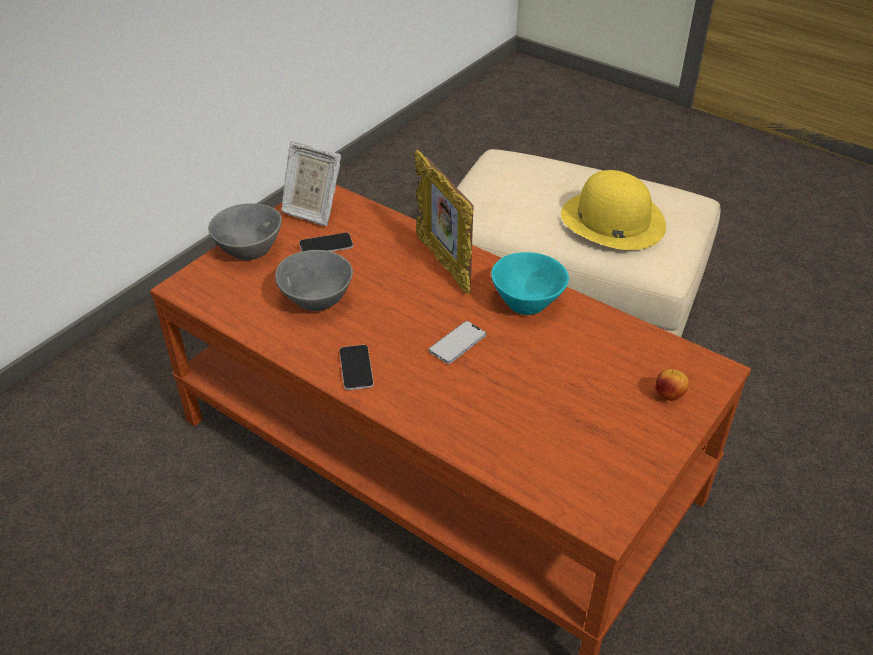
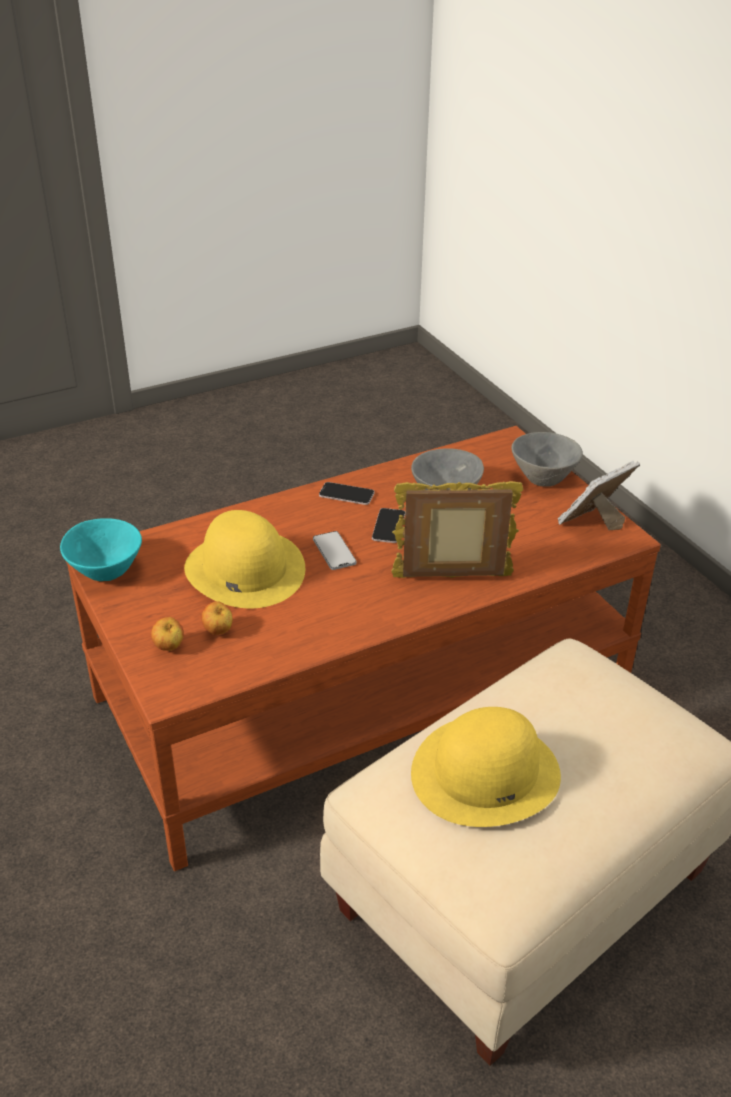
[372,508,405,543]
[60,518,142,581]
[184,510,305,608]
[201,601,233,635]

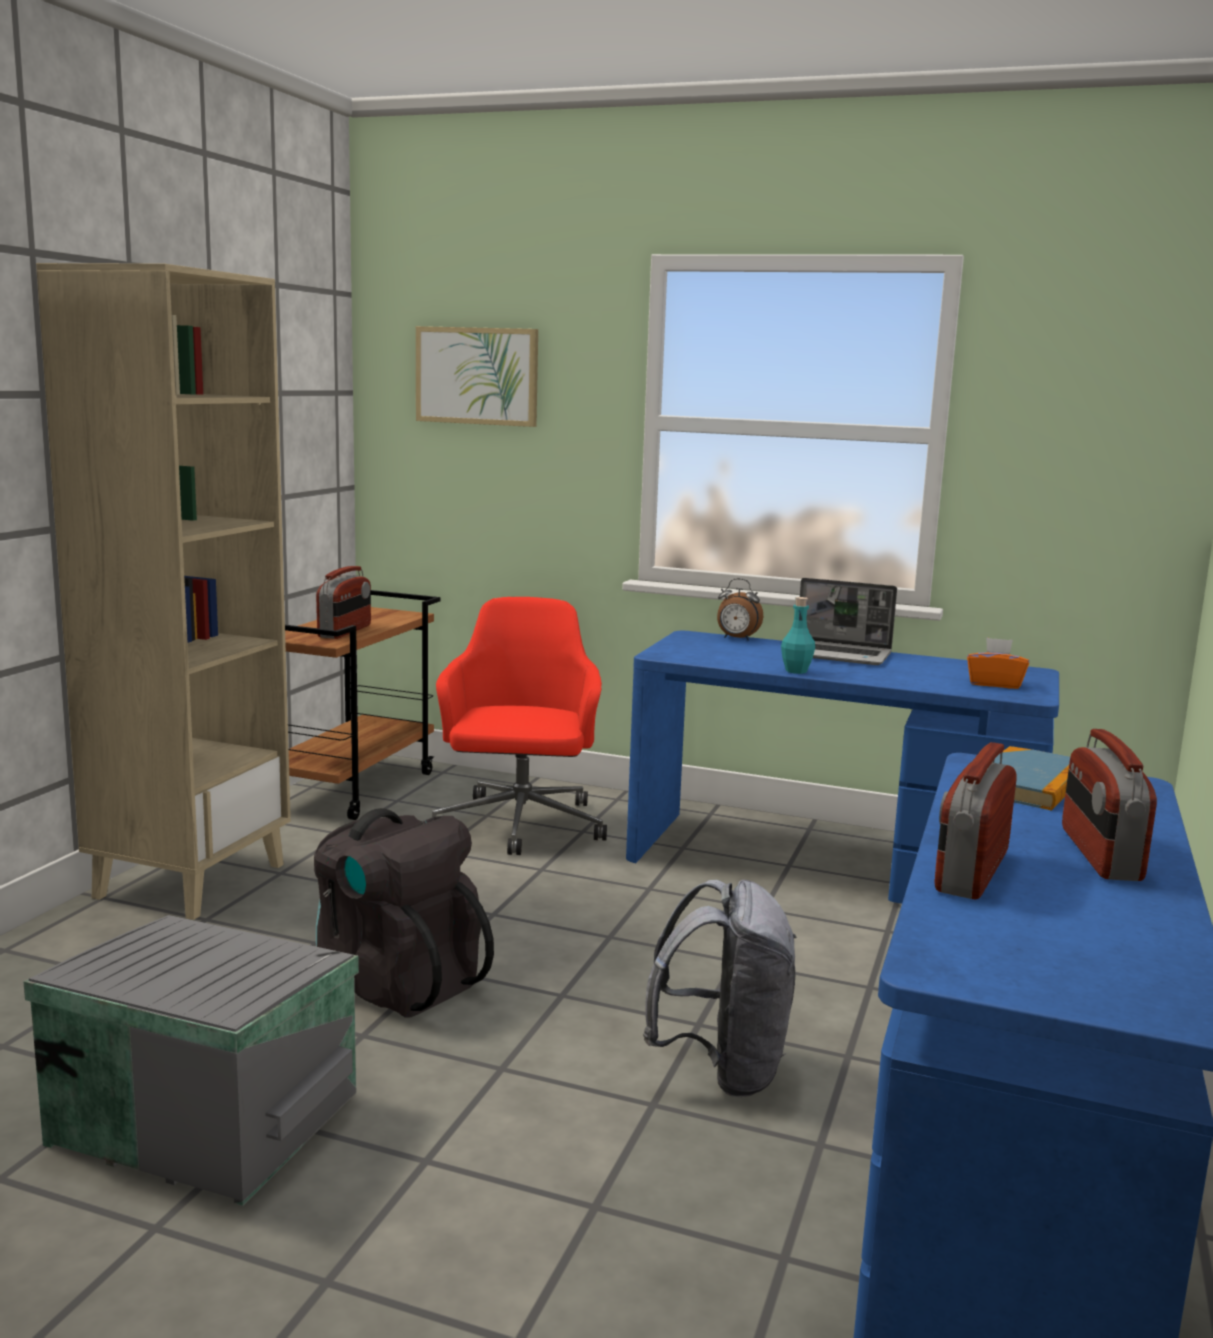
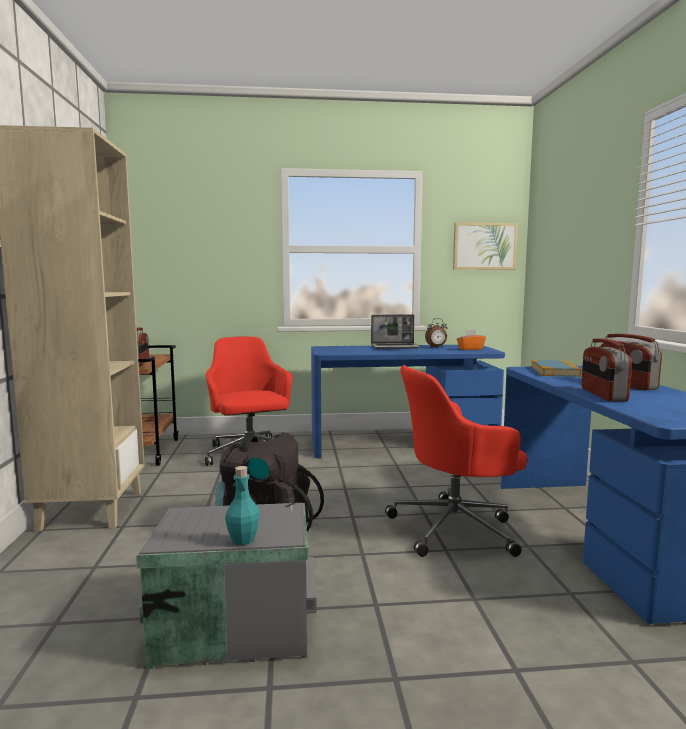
[453,223,518,270]
[385,365,527,557]
[425,318,447,348]
[225,466,260,545]

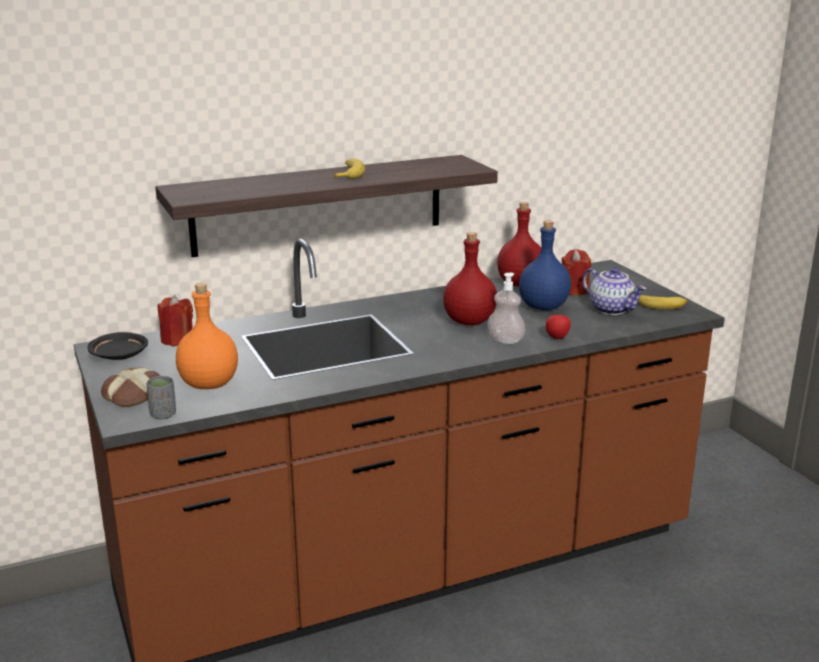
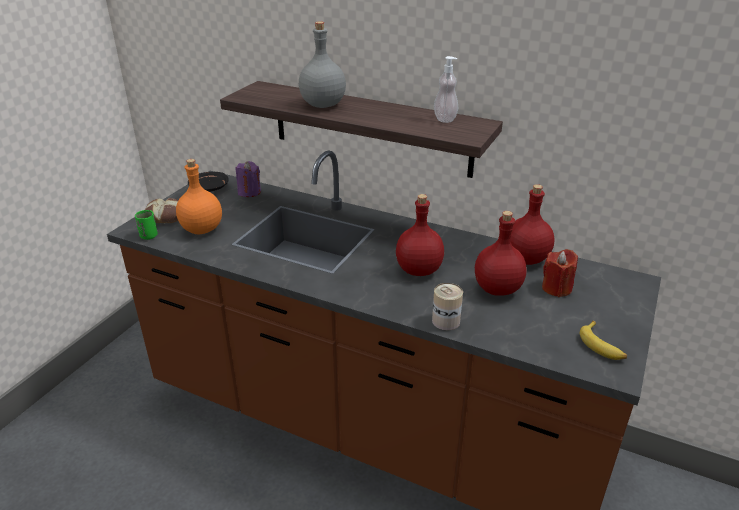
[135,210,158,240]
[235,161,261,197]
[334,158,365,179] (first image)
[434,56,458,123]
[475,211,526,296]
[432,283,463,330]
[582,267,646,315] (first image)
[299,21,346,108]

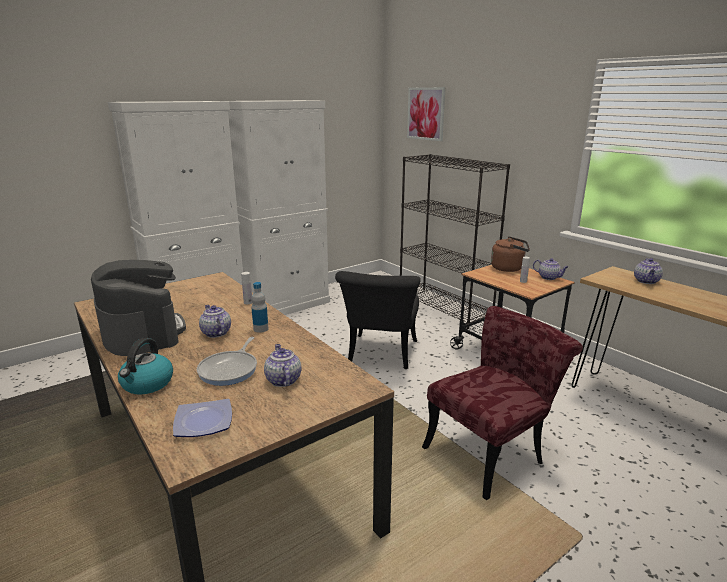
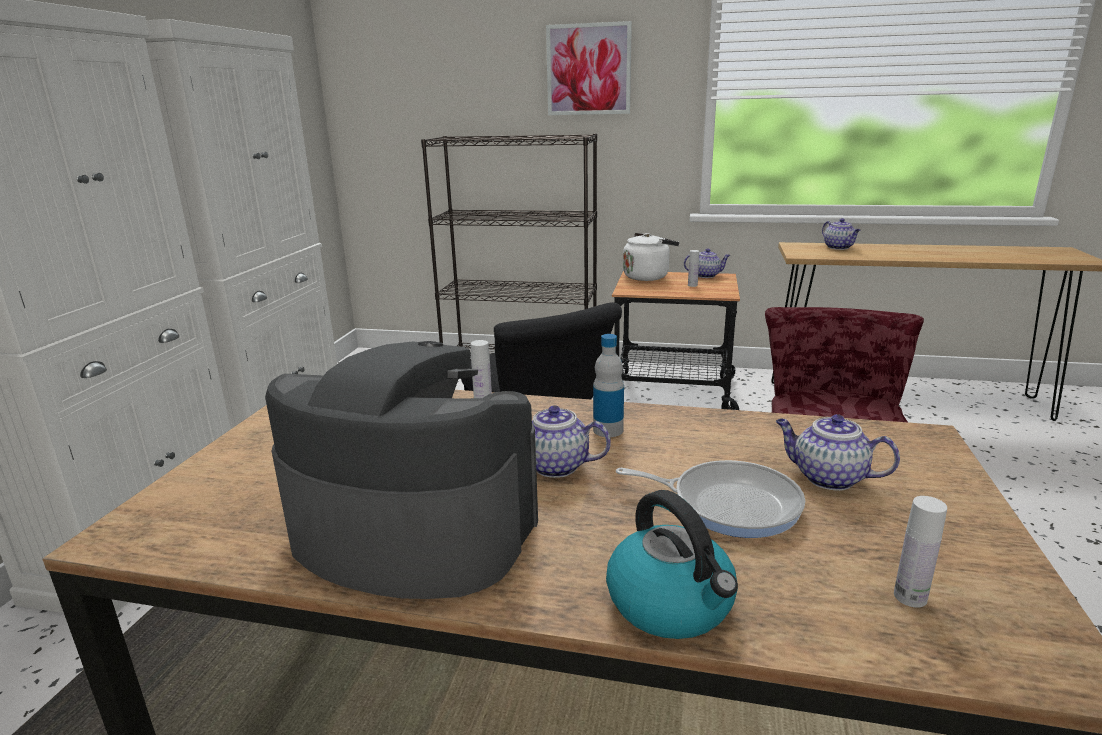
[894,496,947,608]
[616,460,805,538]
[546,21,632,115]
[623,233,679,281]

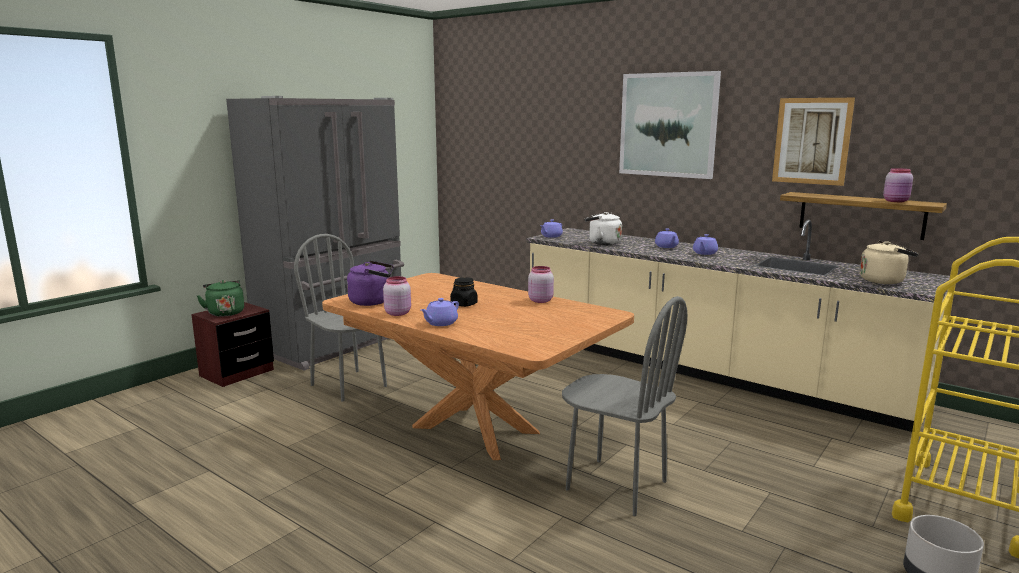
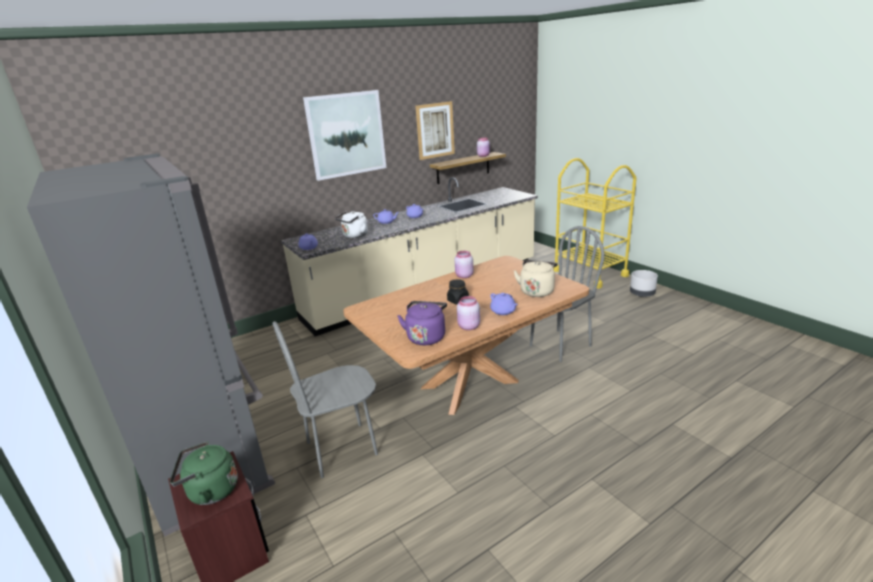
[514,260,558,297]

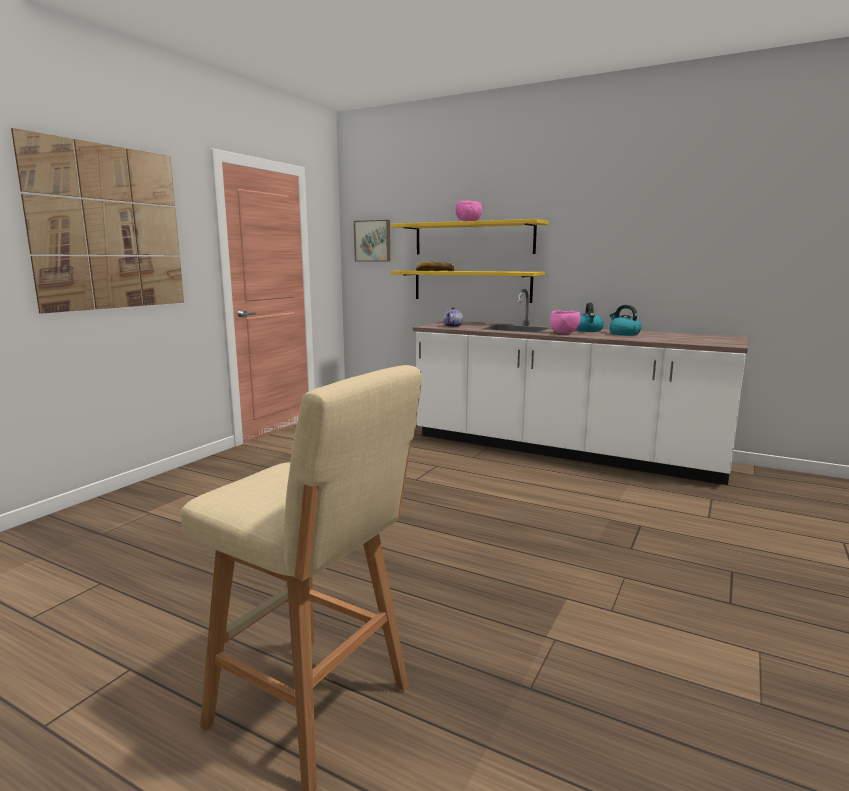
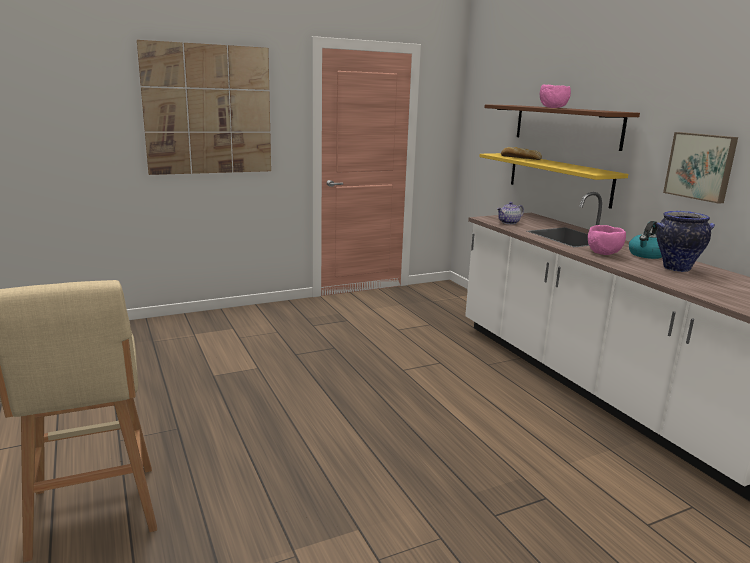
[663,132,738,204]
[484,104,640,151]
[655,211,715,272]

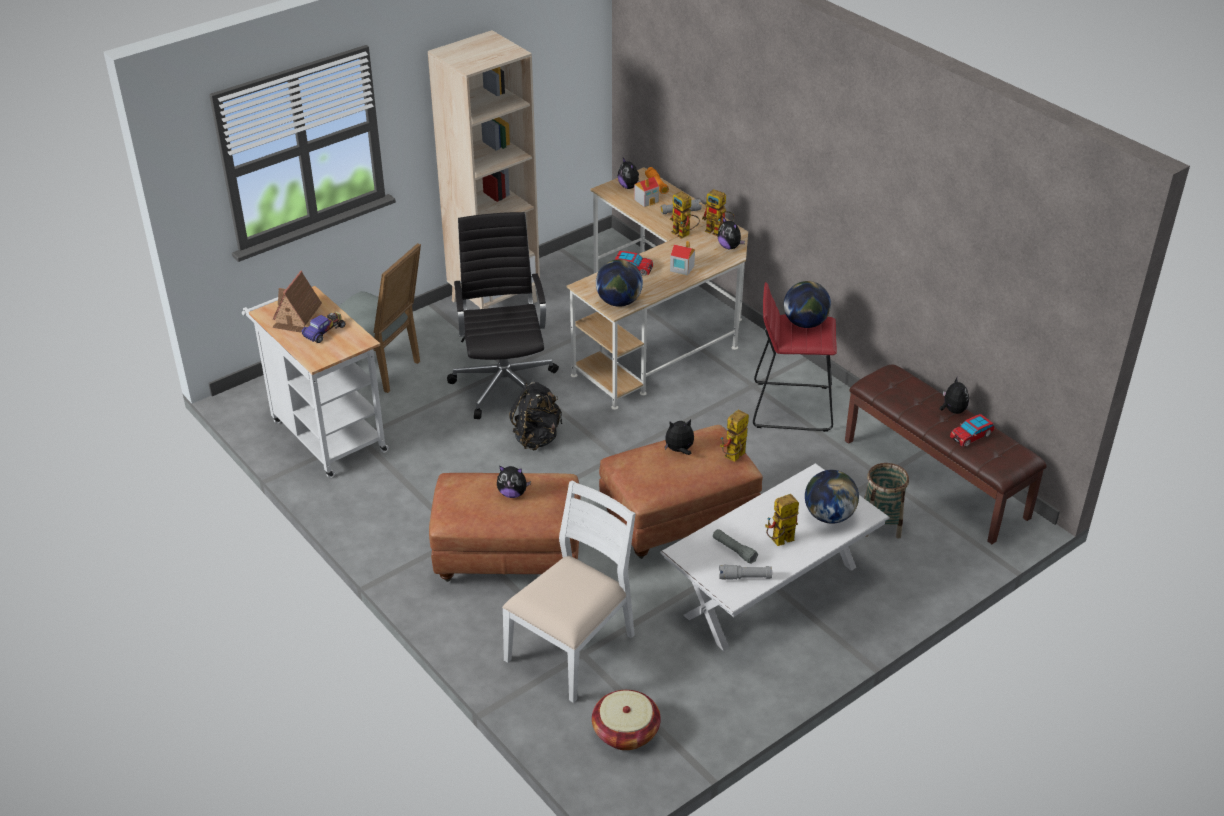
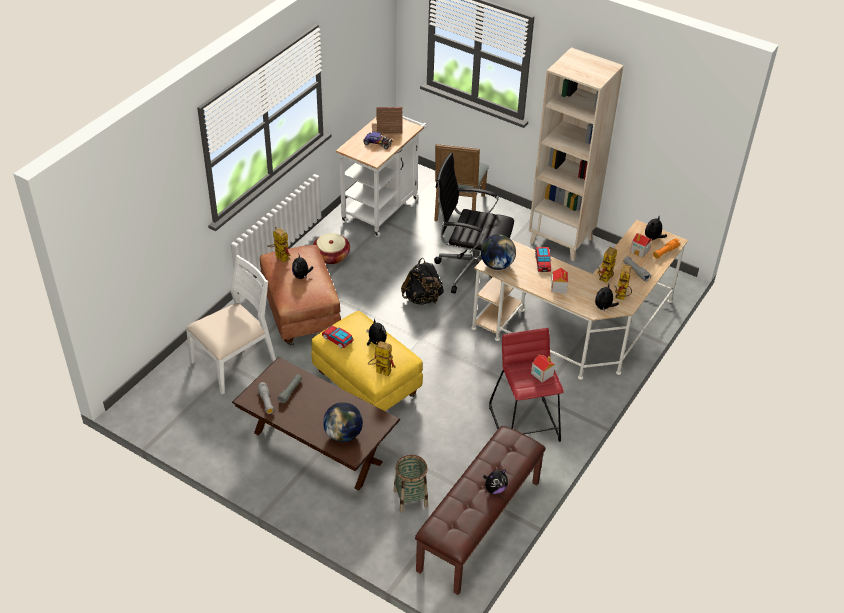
[434,152,514,293]
[186,255,276,394]
[313,233,350,264]
[311,311,423,411]
[232,357,400,491]
[267,227,291,263]
[531,355,555,383]
[322,325,354,348]

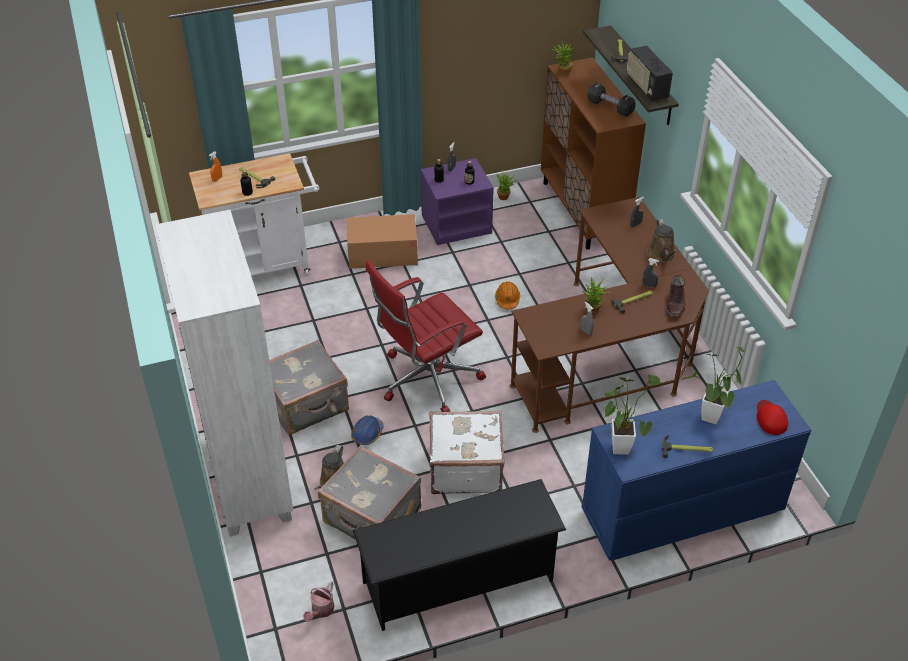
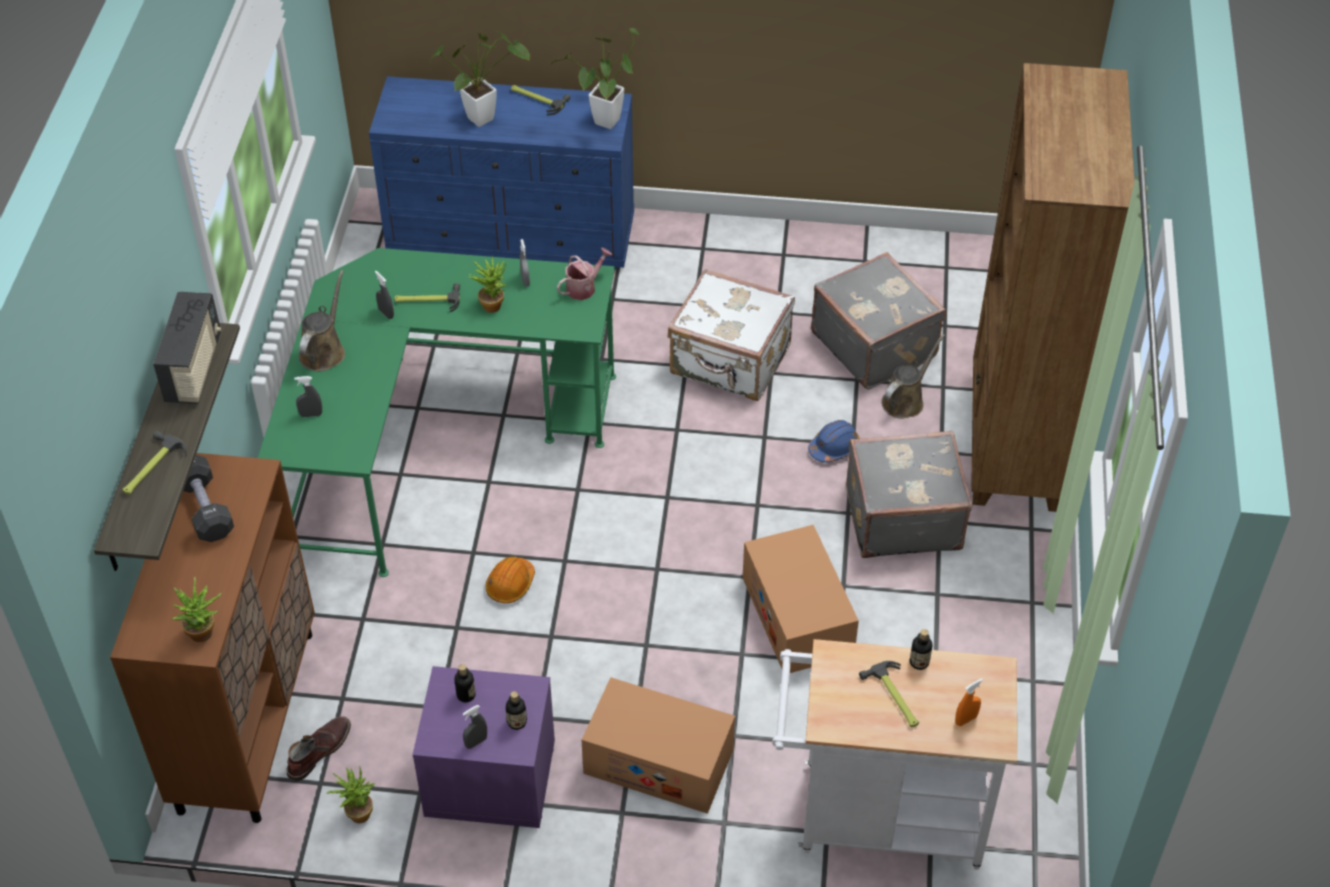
[971,63,1135,512]
[557,248,613,300]
[353,479,566,631] (first image)
[366,260,486,412] (first image)
[258,248,616,577]
[286,716,351,781]
[757,400,788,435] (first image)
[743,525,859,673]

